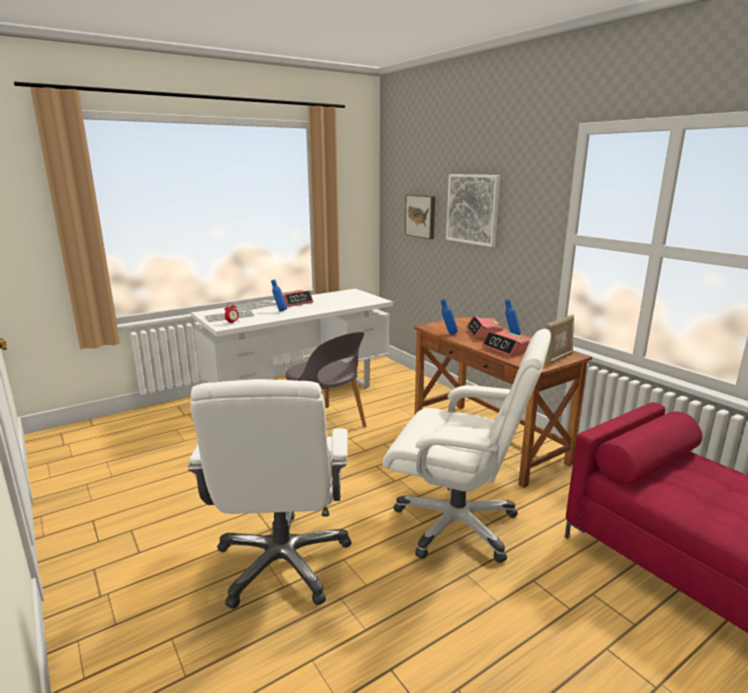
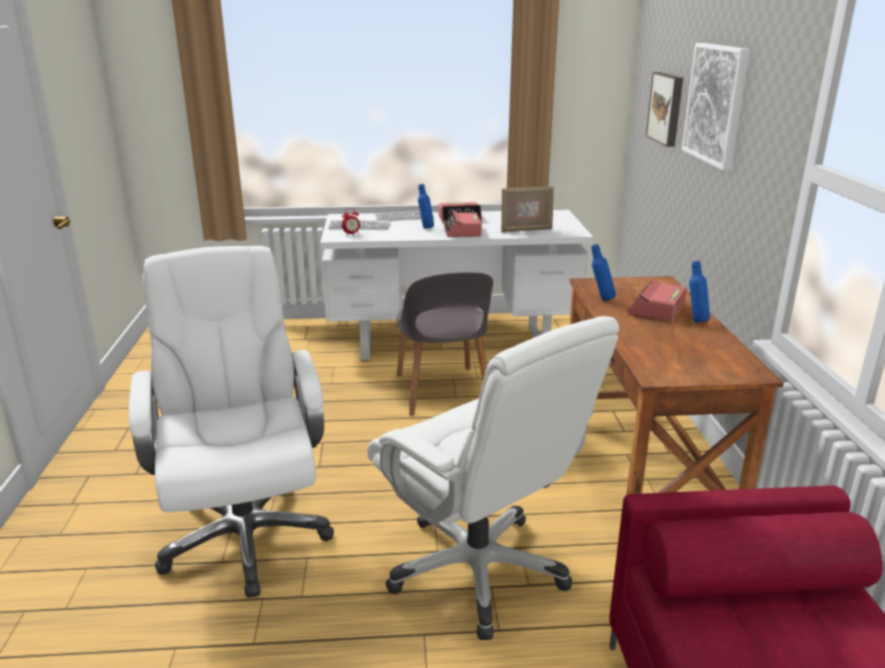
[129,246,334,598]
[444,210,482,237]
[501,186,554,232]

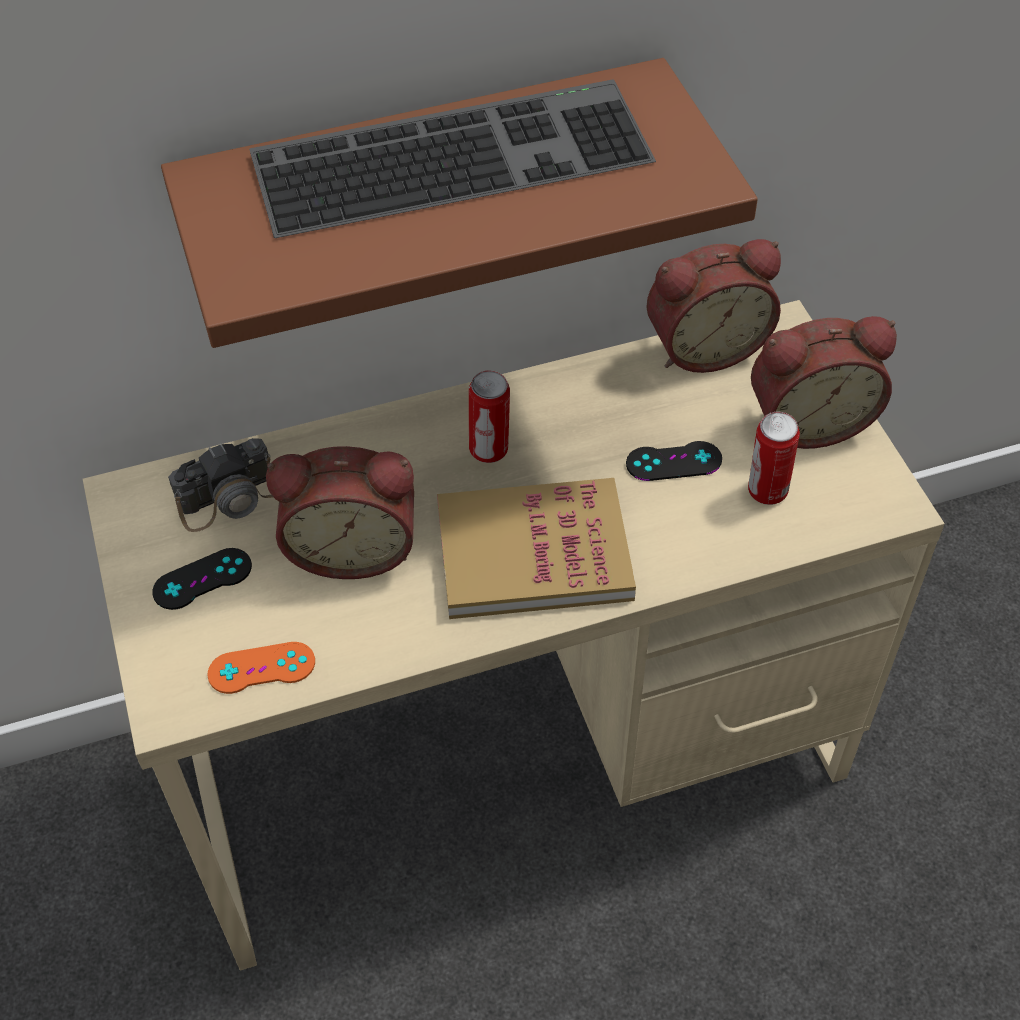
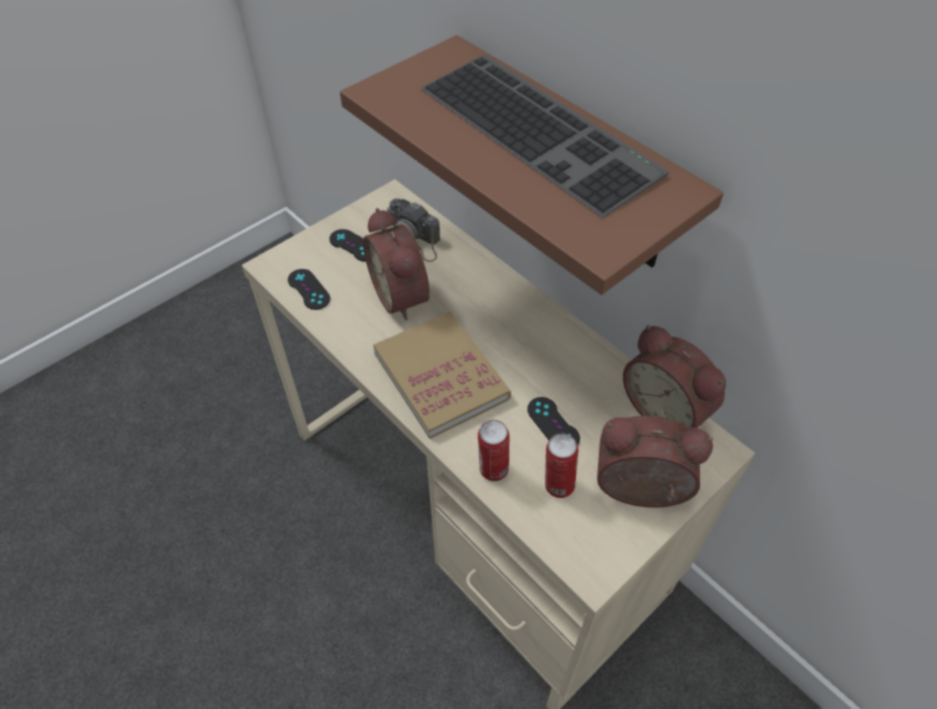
[288,269,330,310]
[478,420,509,481]
[597,416,713,508]

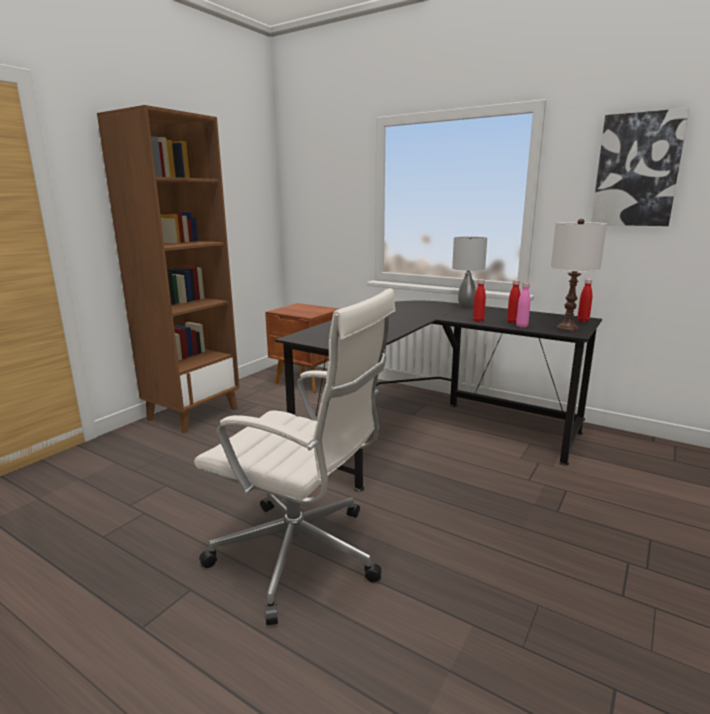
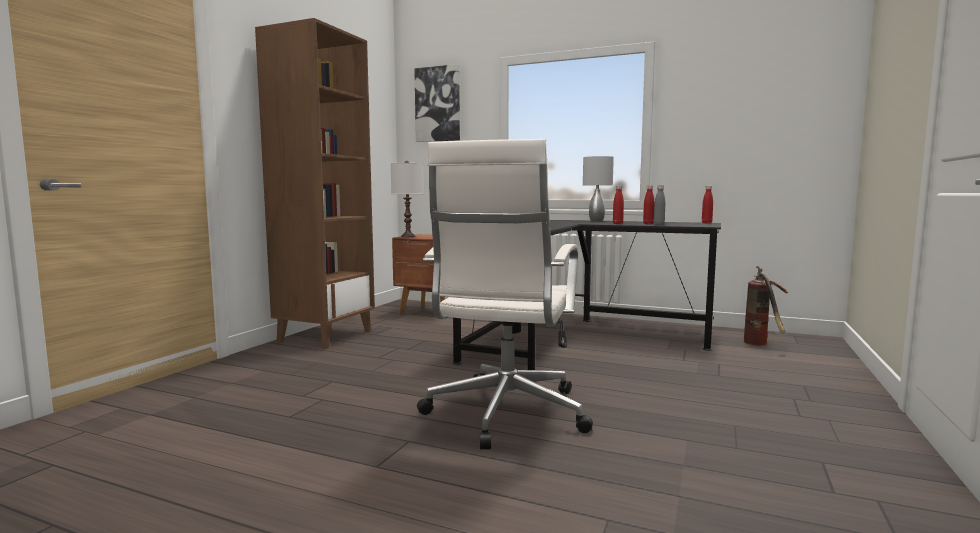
[417,139,593,450]
[654,185,665,225]
[391,161,423,237]
[414,64,460,142]
[744,266,788,345]

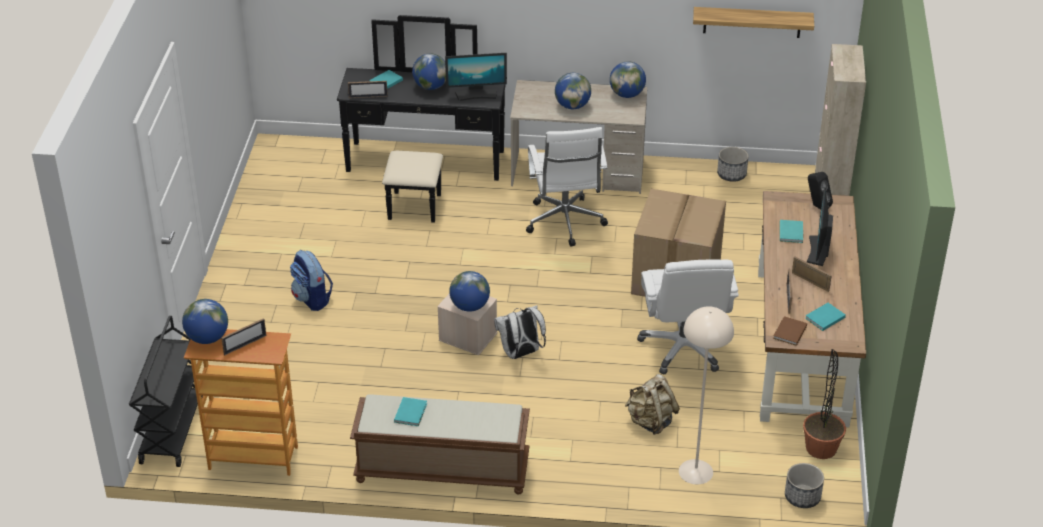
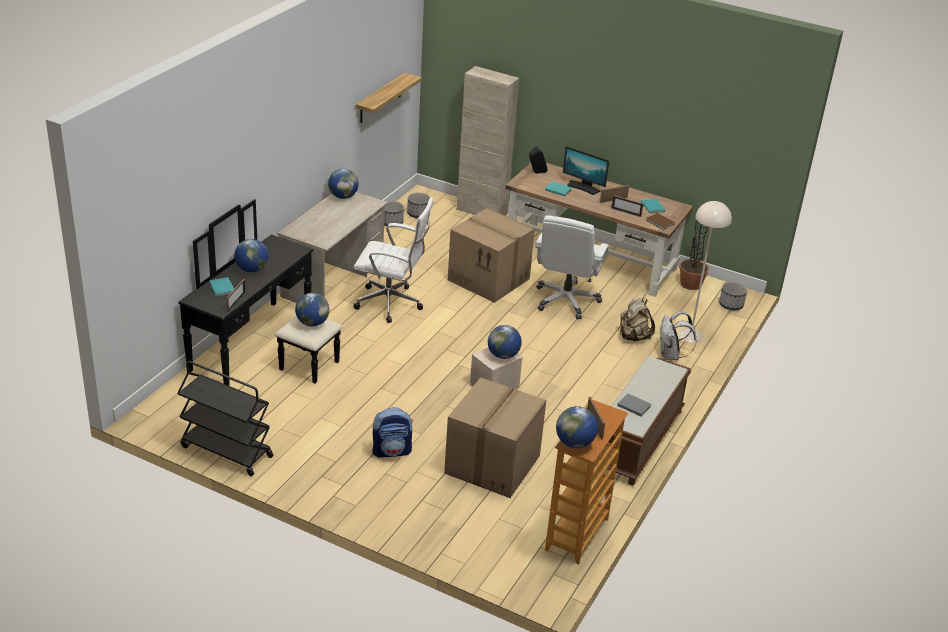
[178,361,273,476]
[617,393,651,416]
[445,53,507,101] (first image)
[660,311,697,360]
[295,293,329,327]
[535,215,609,319]
[407,192,430,218]
[444,377,546,498]

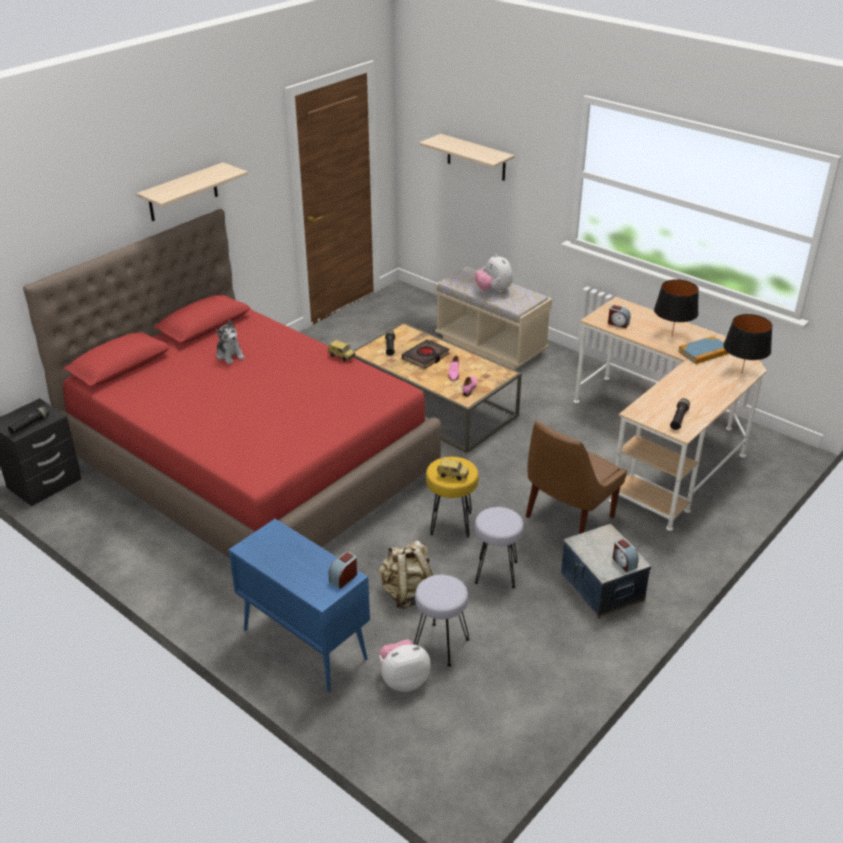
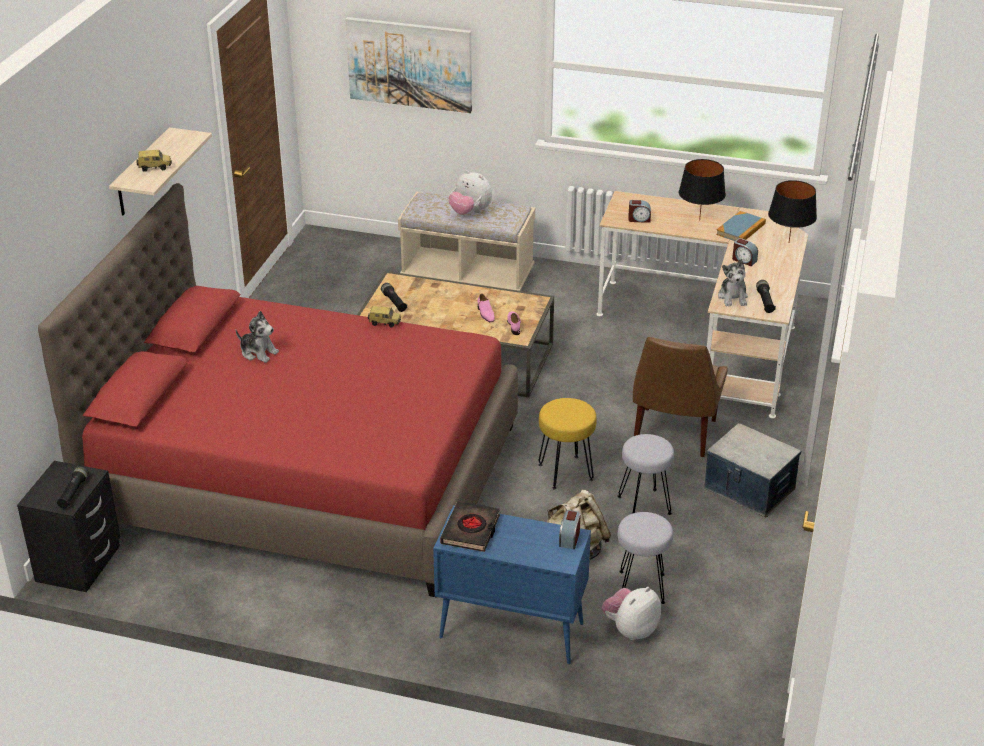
[440,502,500,552]
[346,17,472,113]
[136,150,172,172]
[732,238,758,266]
[718,259,748,307]

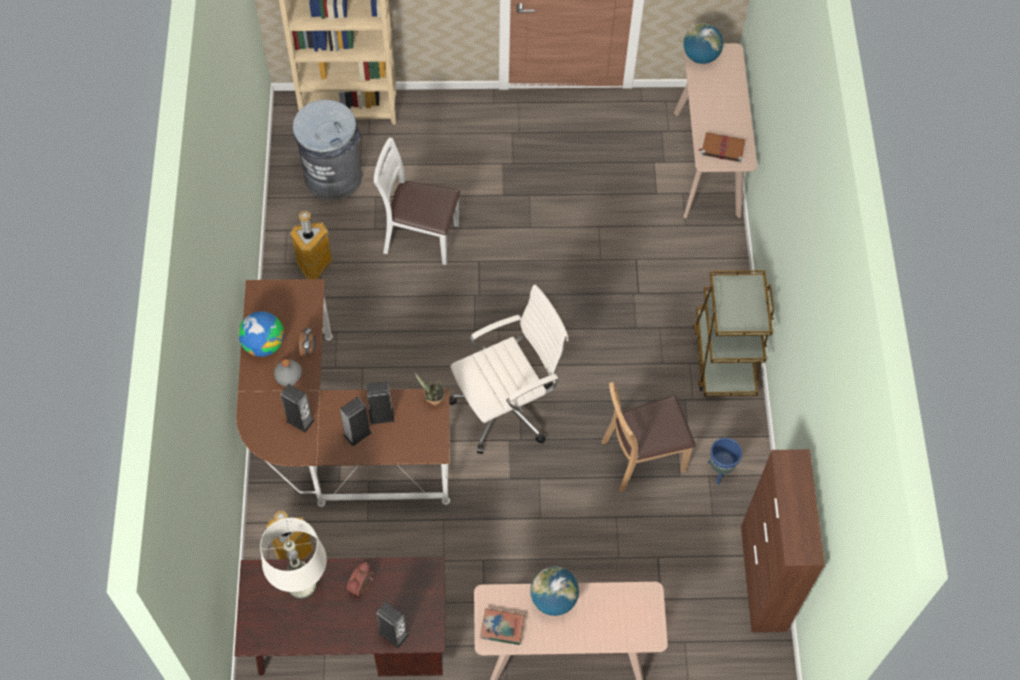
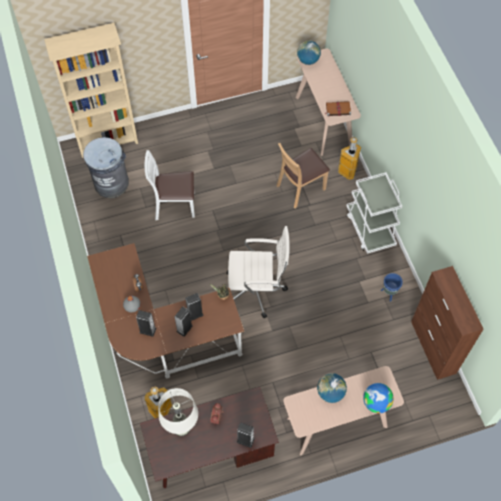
[363,383,394,413]
[338,137,361,180]
[226,226,290,319]
[480,608,525,645] (first image)
[276,143,330,209]
[346,172,402,254]

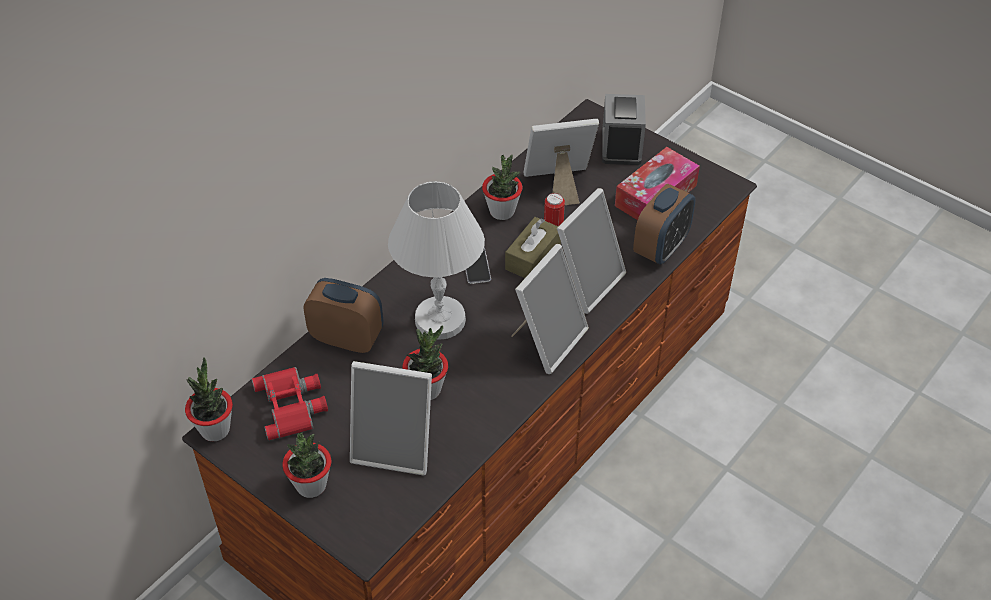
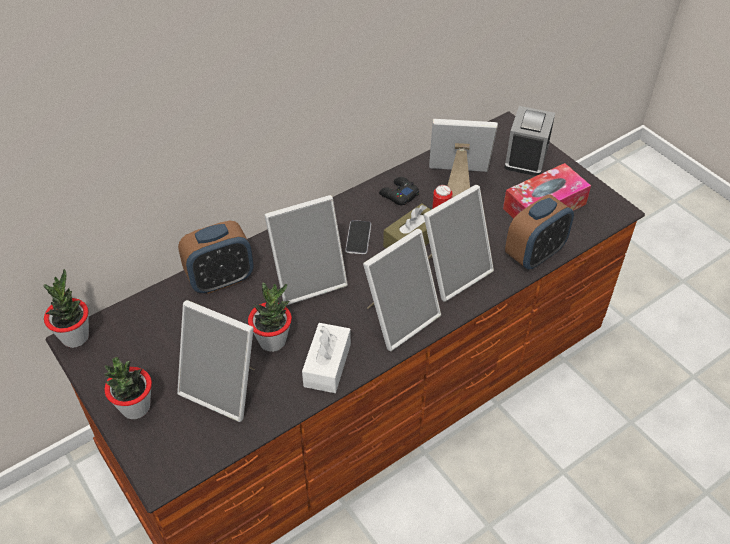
[252,367,328,440] (first image)
[178,221,253,294]
[264,195,348,306]
[379,177,419,205]
[302,323,351,393]

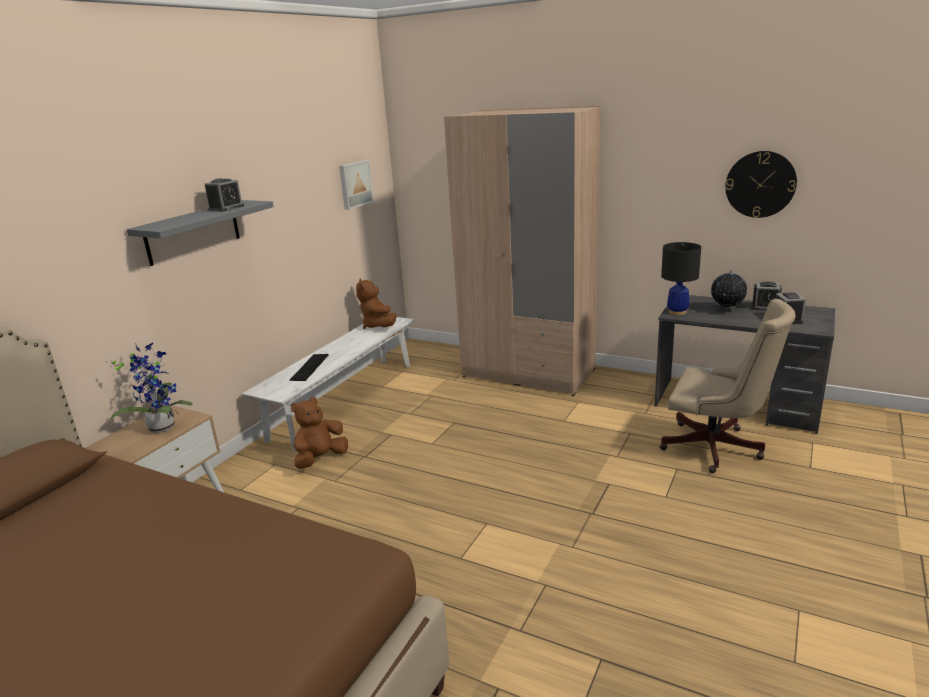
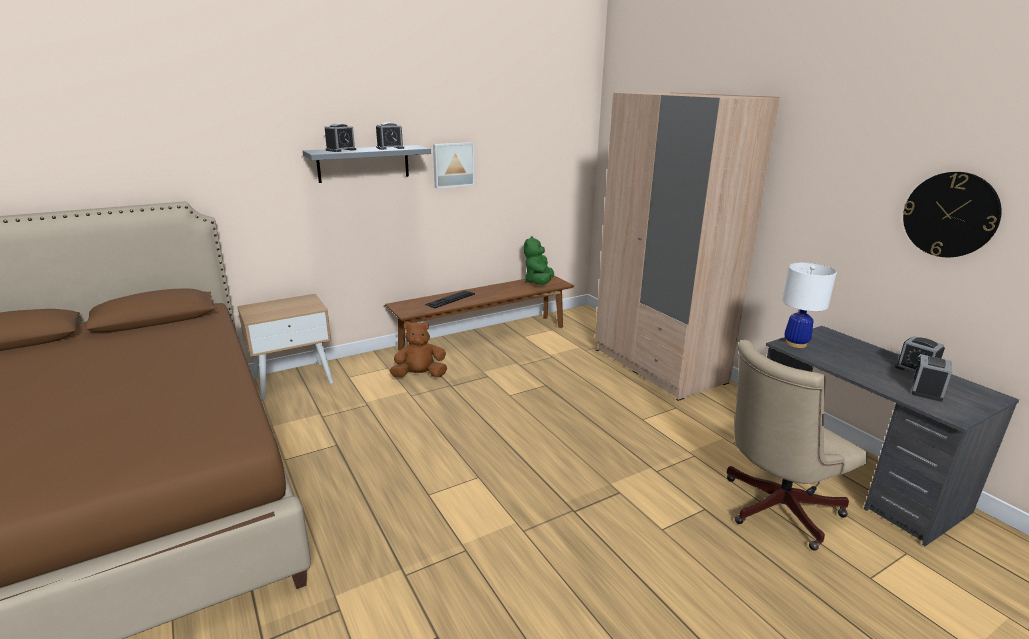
[105,342,193,433] (first image)
[385,275,574,351]
[433,142,475,188]
[524,236,554,285]
[726,340,868,551]
[782,263,837,348]
[711,269,747,311] (first image)
[325,124,356,152]

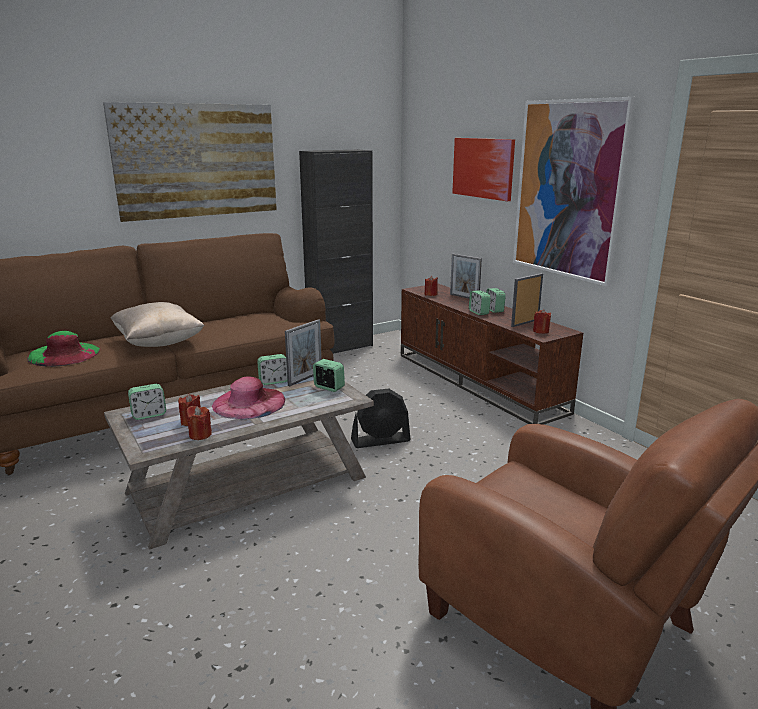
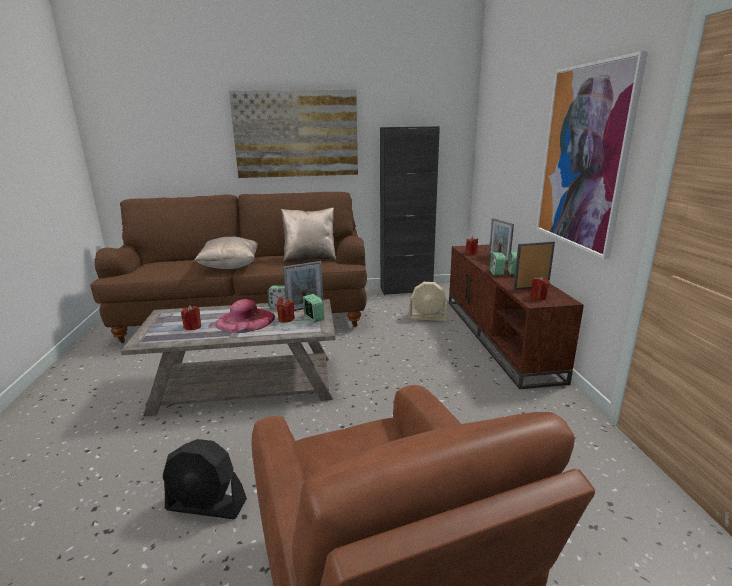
[27,331,100,367] (first image)
[128,384,166,420] (first image)
[277,298,295,323]
[163,439,247,519]
[452,138,515,201] (first image)
[281,208,336,262]
[408,282,448,321]

